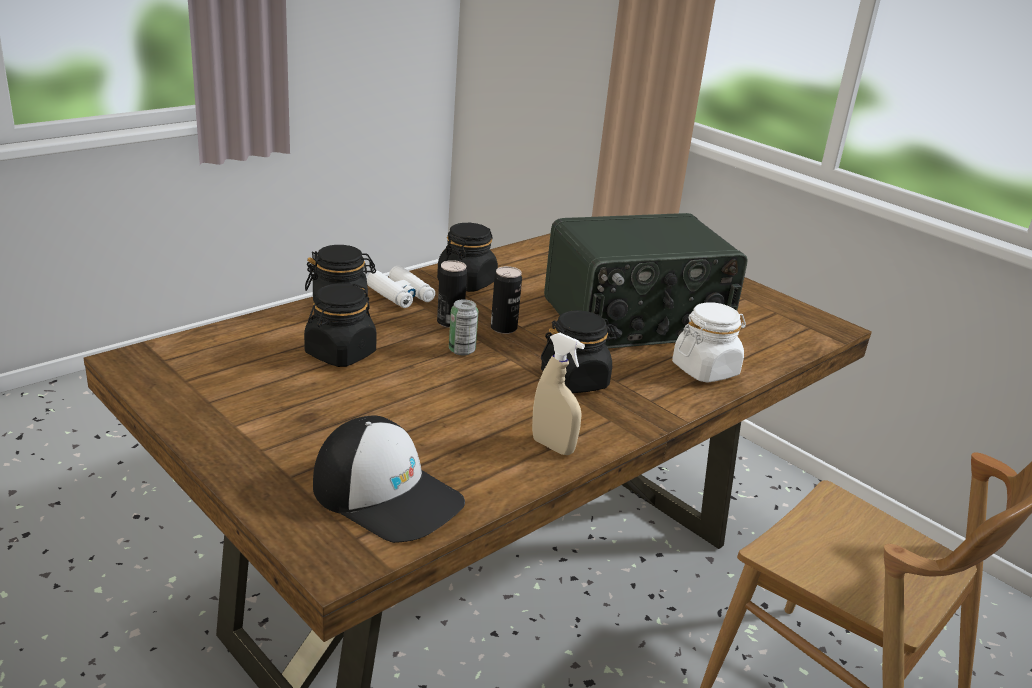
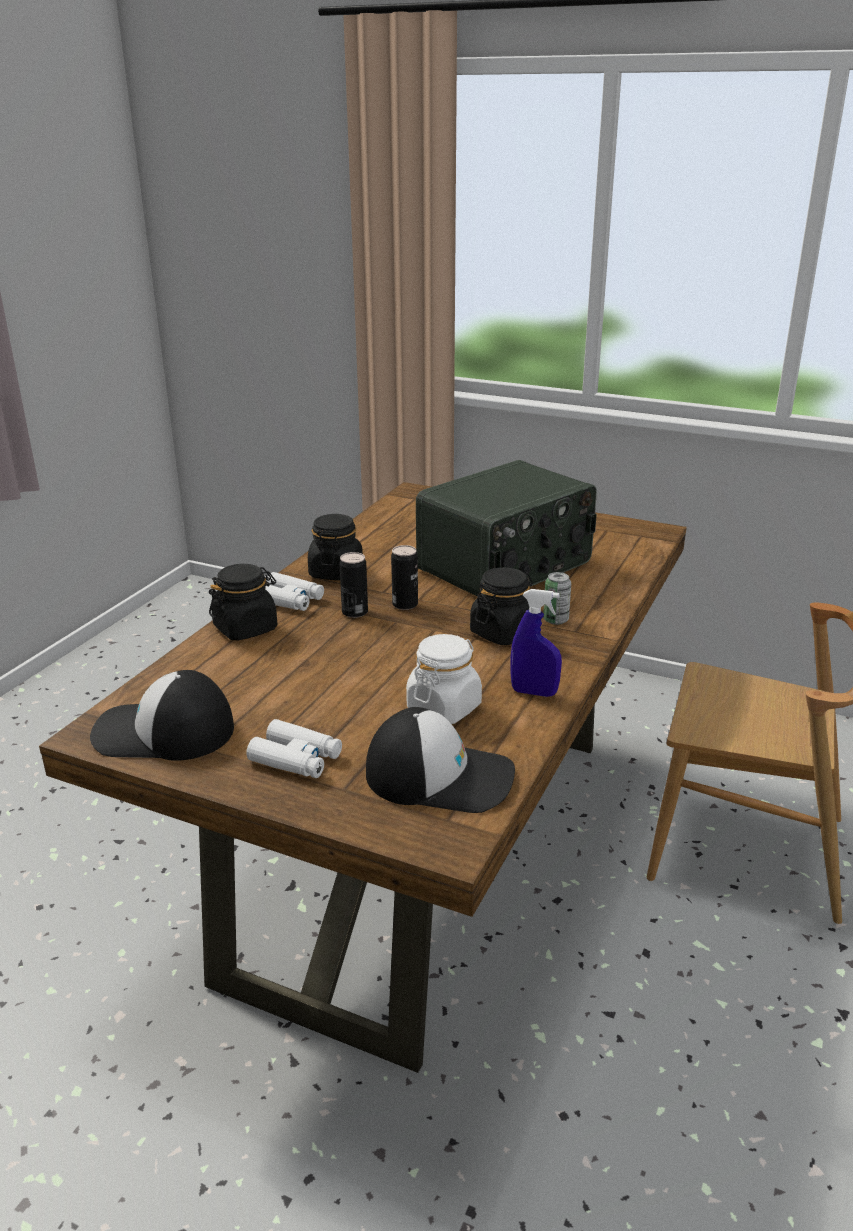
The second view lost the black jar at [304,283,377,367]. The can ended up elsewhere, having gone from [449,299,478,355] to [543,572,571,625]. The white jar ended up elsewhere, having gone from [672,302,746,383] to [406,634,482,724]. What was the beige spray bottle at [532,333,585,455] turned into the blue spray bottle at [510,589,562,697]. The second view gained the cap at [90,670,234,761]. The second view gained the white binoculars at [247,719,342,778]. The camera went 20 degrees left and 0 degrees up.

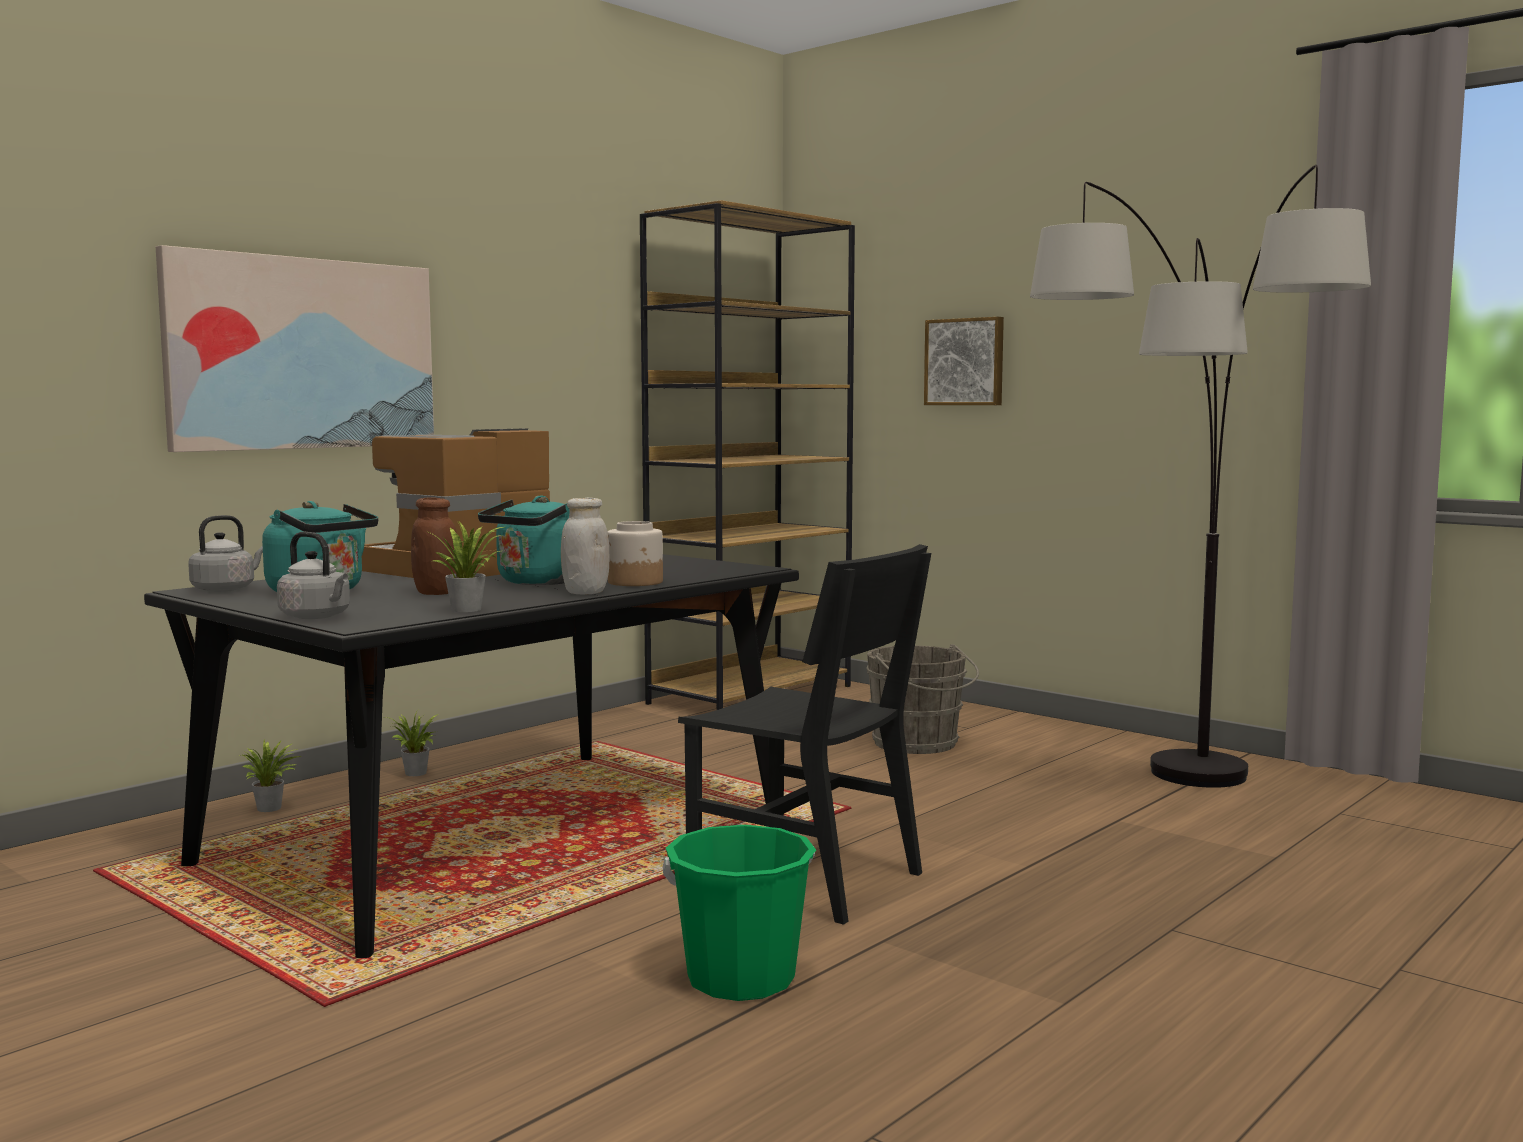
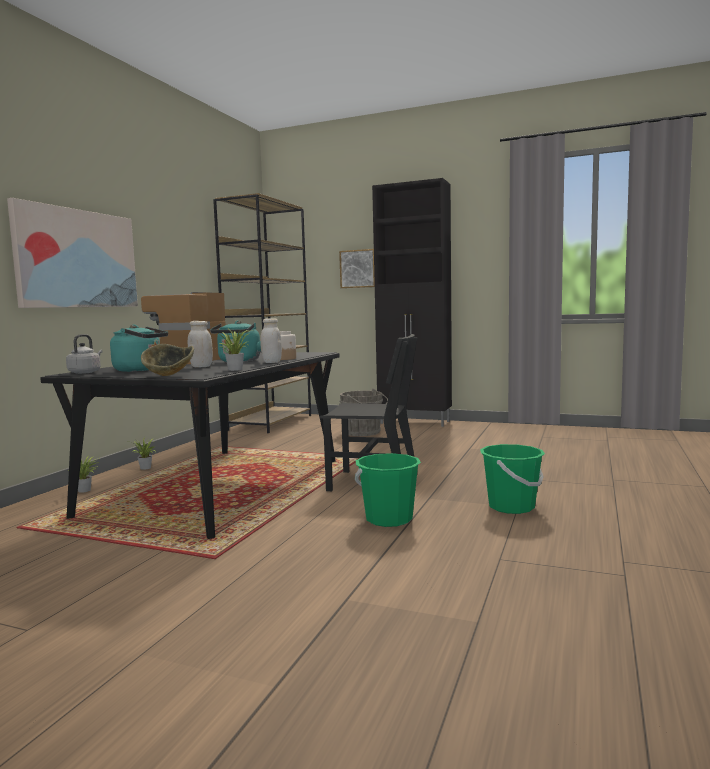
The second view lost the floor lamp at [1030,165,1371,788]. What was the brown jar at [411,497,457,595] turned into the white jar at [188,321,213,367]. Where the grey kettle stood at [277,532,350,619], the bowl came to stand at [141,344,194,376]. The second view gained the black cabinet at [372,178,452,427]. The second view gained the green bucket at [480,444,545,514]. The camera went 20 degrees left and 0 degrees up.

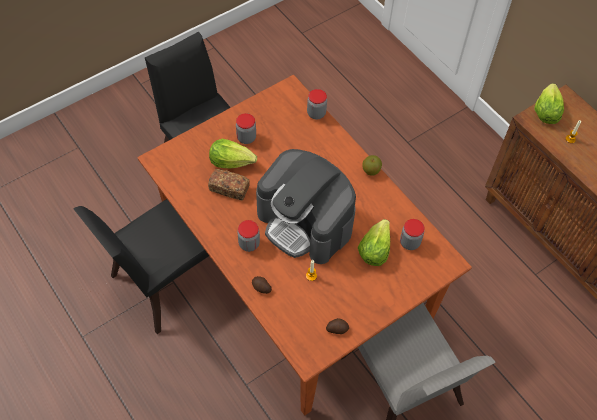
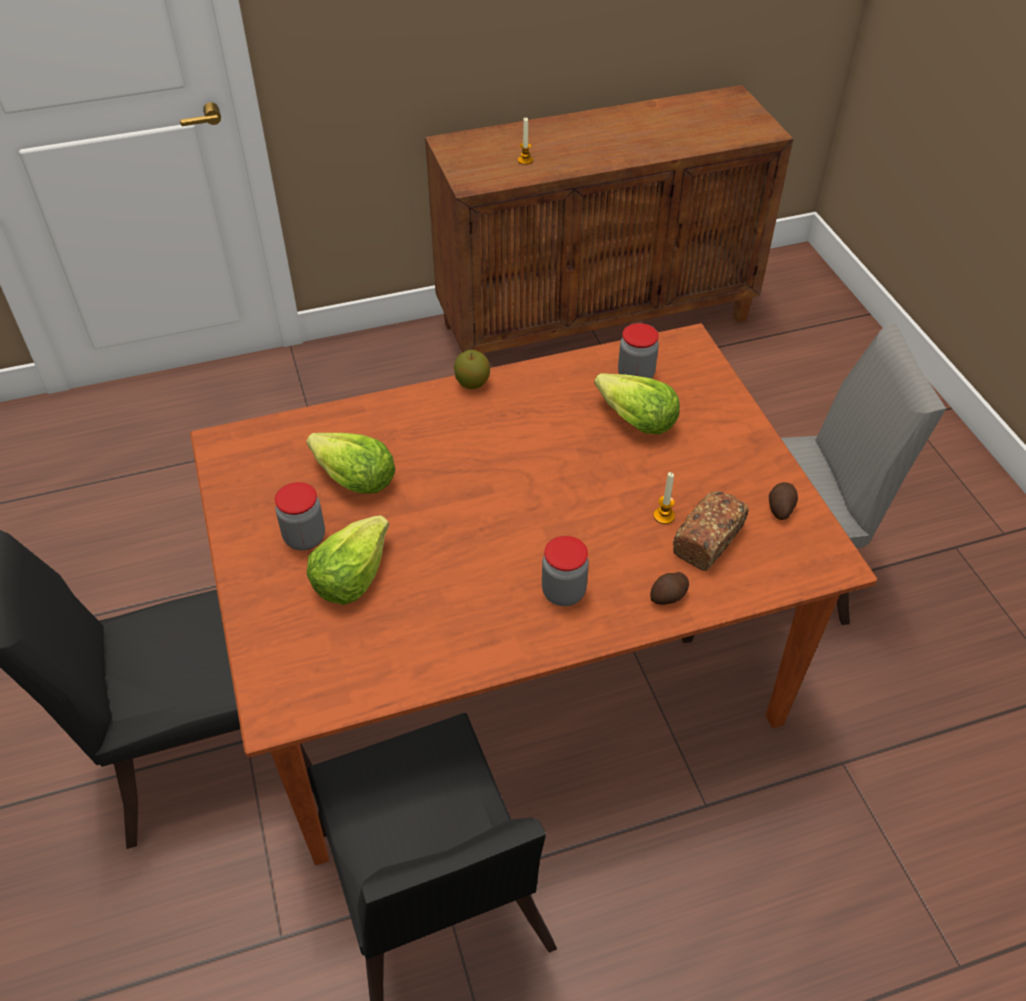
The lettuce ended up elsewhere, having gone from [534,83,564,124] to [306,433,395,494]. The second view lost the jar at [307,89,327,119]. The second view lost the coffee machine at [256,149,356,264]. The bread ended up elsewhere, having gone from [208,169,250,200] to [673,491,749,571]. The camera went 70 degrees left and 10 degrees down.

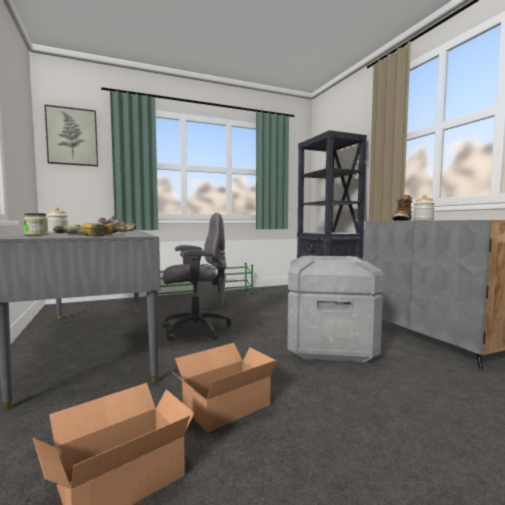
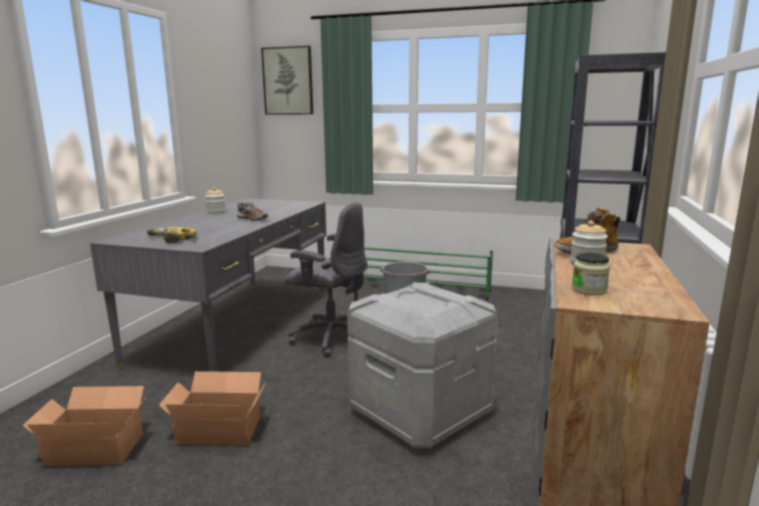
The jar ended up elsewhere, having gone from [24,213,48,235] to [572,252,610,295]. The camera went 40 degrees right and 10 degrees up.

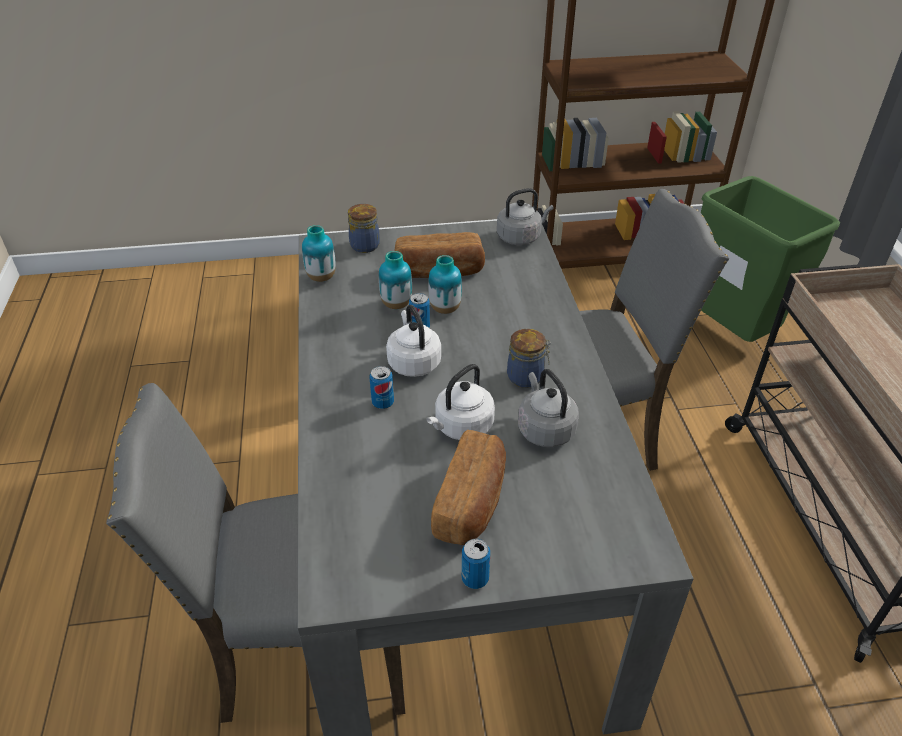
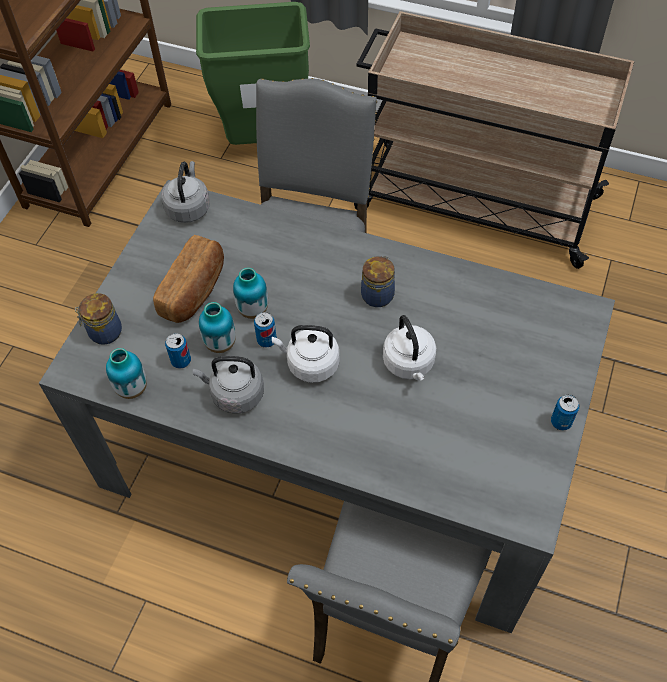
The can ended up elsewhere, having gone from [369,366,394,409] to [165,333,191,369]. The grey kettle ended up elsewhere, having gone from [518,369,579,447] to [193,356,264,414]. The second view lost the bread at [431,430,506,545]. The camera went 60 degrees left and 15 degrees up.

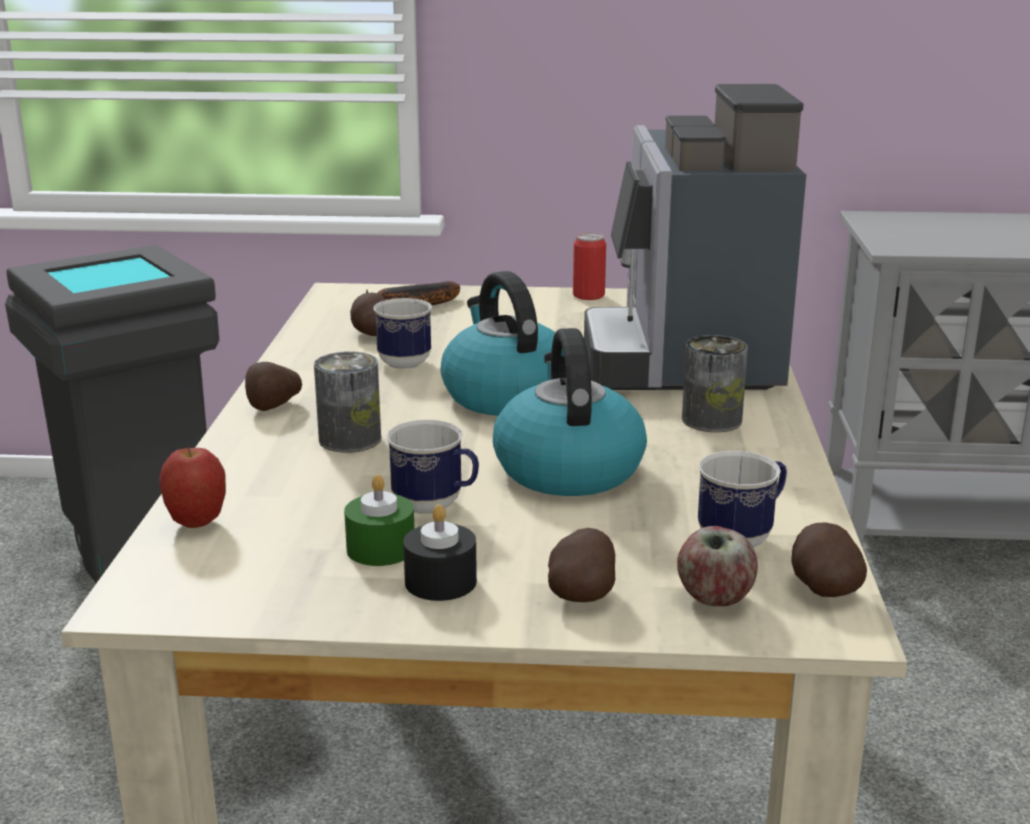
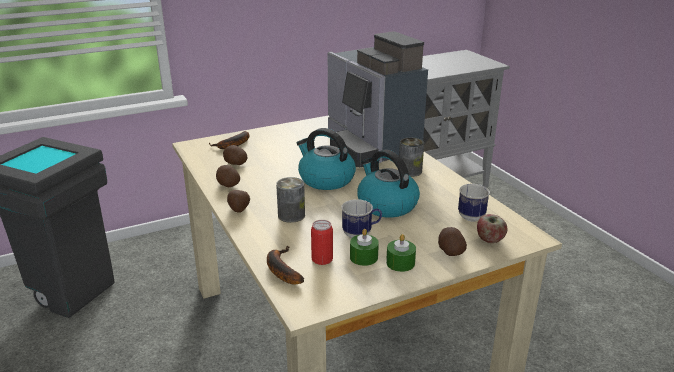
The can ended up elsewhere, having gone from [573,233,606,300] to [311,220,333,265]. The second view lost the mug at [373,298,432,369]. Where the apple stood at [159,445,226,528], the banana came to stand at [267,246,304,285]. What was the black candle at [403,504,477,601] turned into the green candle at [386,234,416,272]. The potato ended up elsewhere, having gone from [792,522,867,597] to [216,165,240,187]. The camera went 30 degrees left and 5 degrees up.

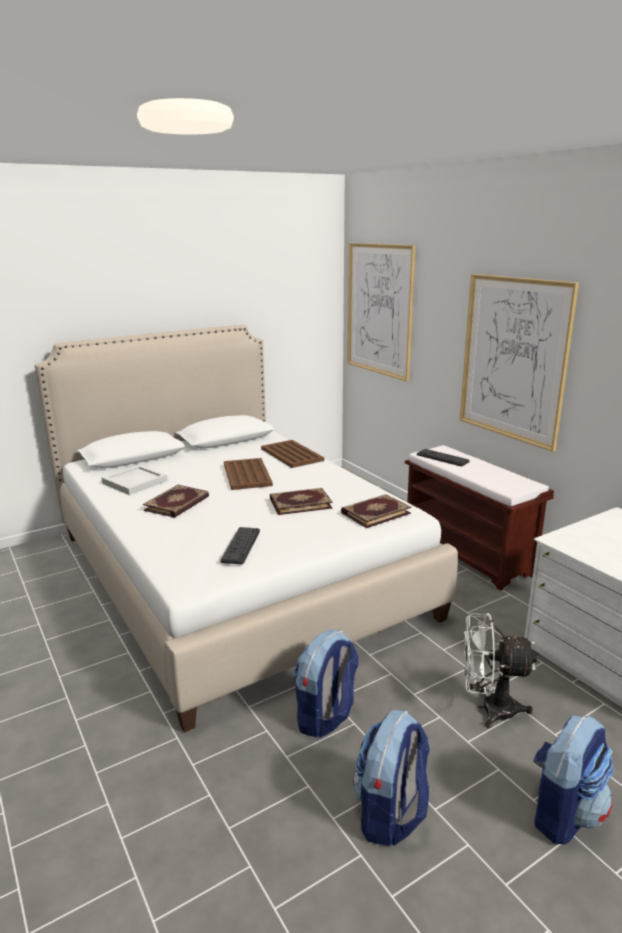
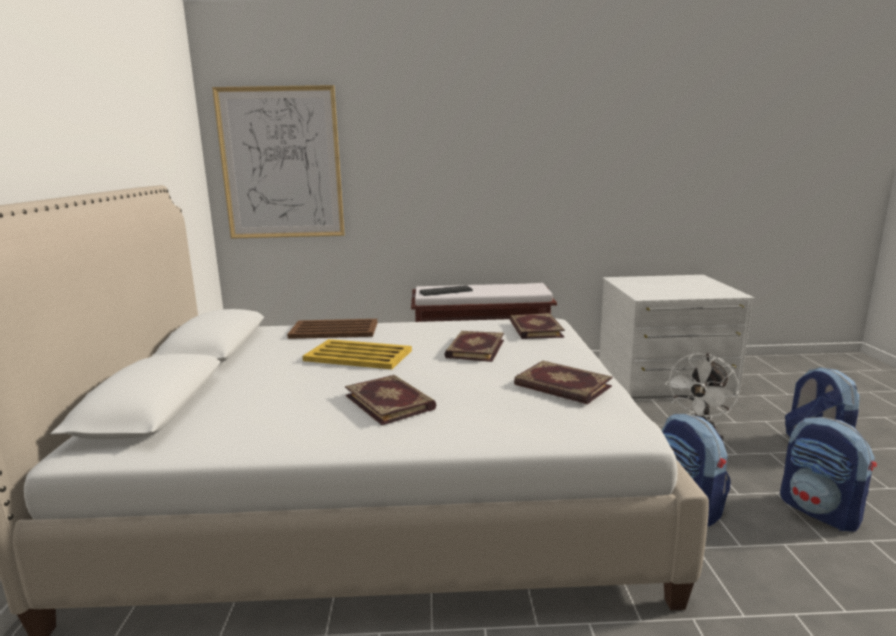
The second view lost the picture at [460,274,579,452]. What was the brown tray at [224,458,273,490] turned into the yellow tray at [302,339,412,370]. The second view lost the white tray at [101,465,168,495]. Where the keyboard stood at [220,527,260,564], the book came to stand at [514,361,613,404]. The camera went 60 degrees left and 5 degrees down.

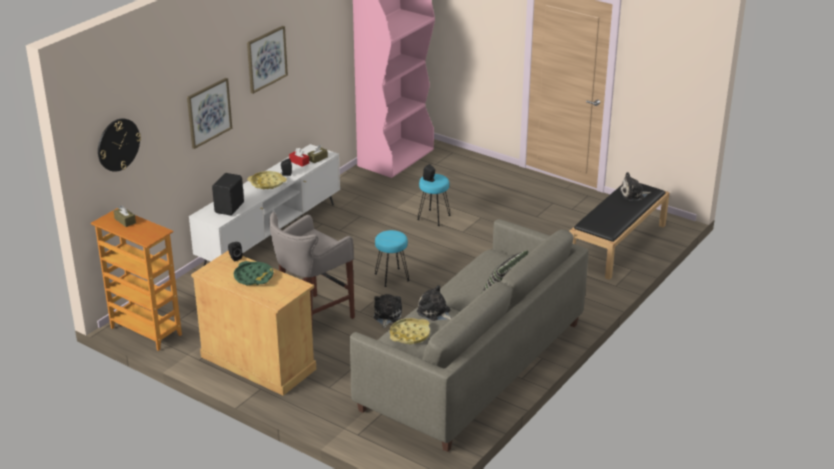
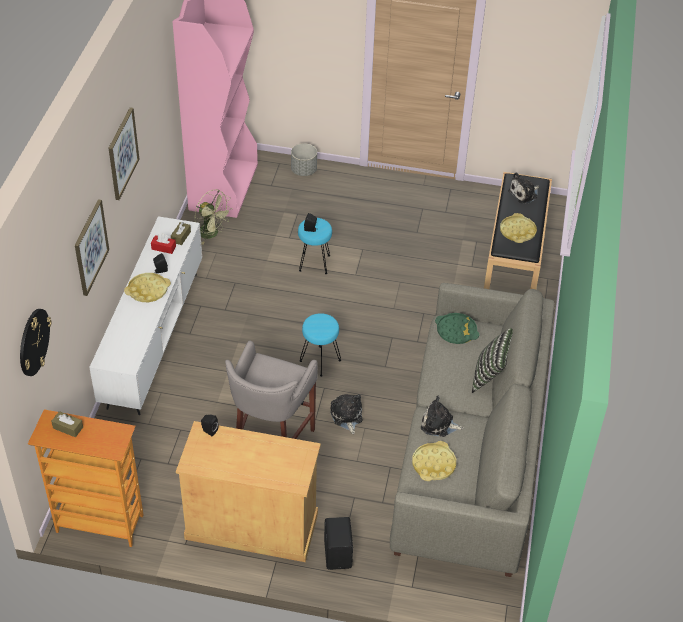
The black speaker ended up elsewhere, having gone from [212,173,244,215] to [324,517,353,570]. The green tray ended up elsewhere, having gone from [234,261,273,285] to [435,313,479,344]. The second view gained the grey planter at [291,143,317,176]. The second view gained the green fan at [195,189,231,245]. The second view gained the yellow tray at [500,213,537,243]. The camera went 25 degrees left and 15 degrees up.

